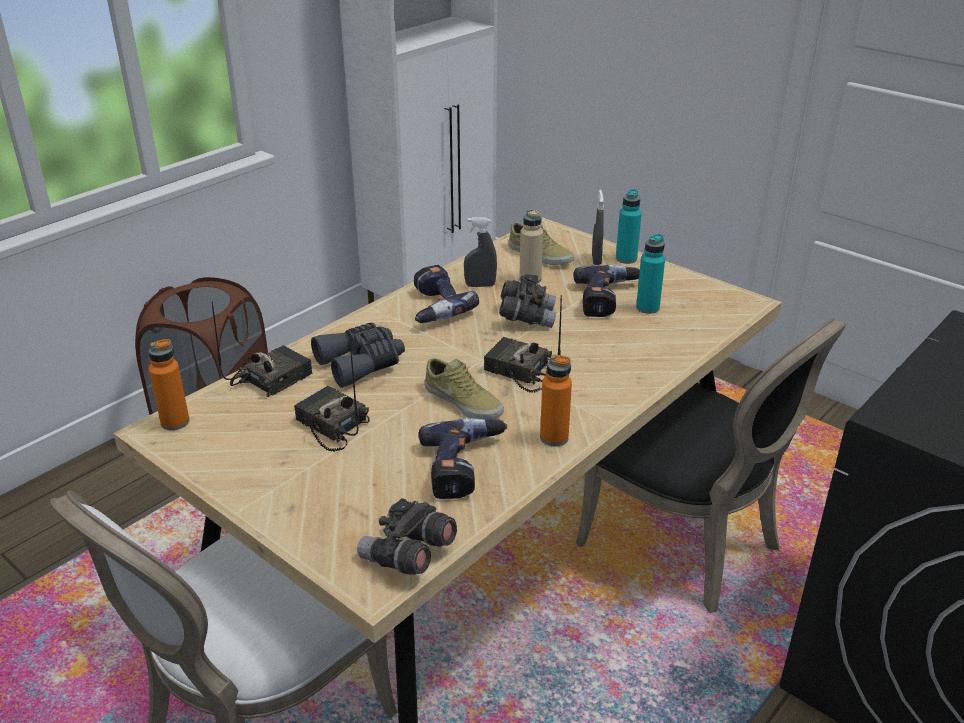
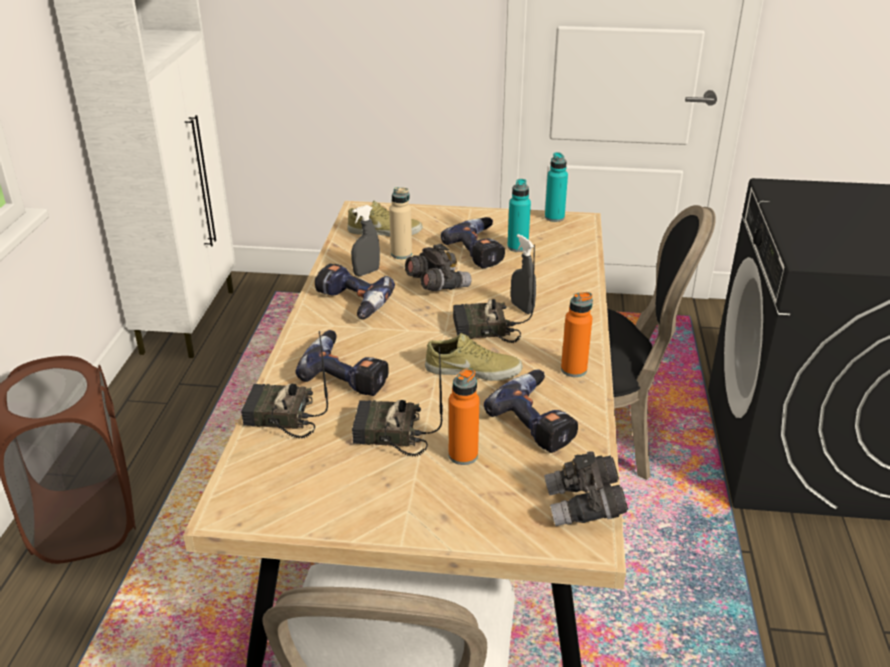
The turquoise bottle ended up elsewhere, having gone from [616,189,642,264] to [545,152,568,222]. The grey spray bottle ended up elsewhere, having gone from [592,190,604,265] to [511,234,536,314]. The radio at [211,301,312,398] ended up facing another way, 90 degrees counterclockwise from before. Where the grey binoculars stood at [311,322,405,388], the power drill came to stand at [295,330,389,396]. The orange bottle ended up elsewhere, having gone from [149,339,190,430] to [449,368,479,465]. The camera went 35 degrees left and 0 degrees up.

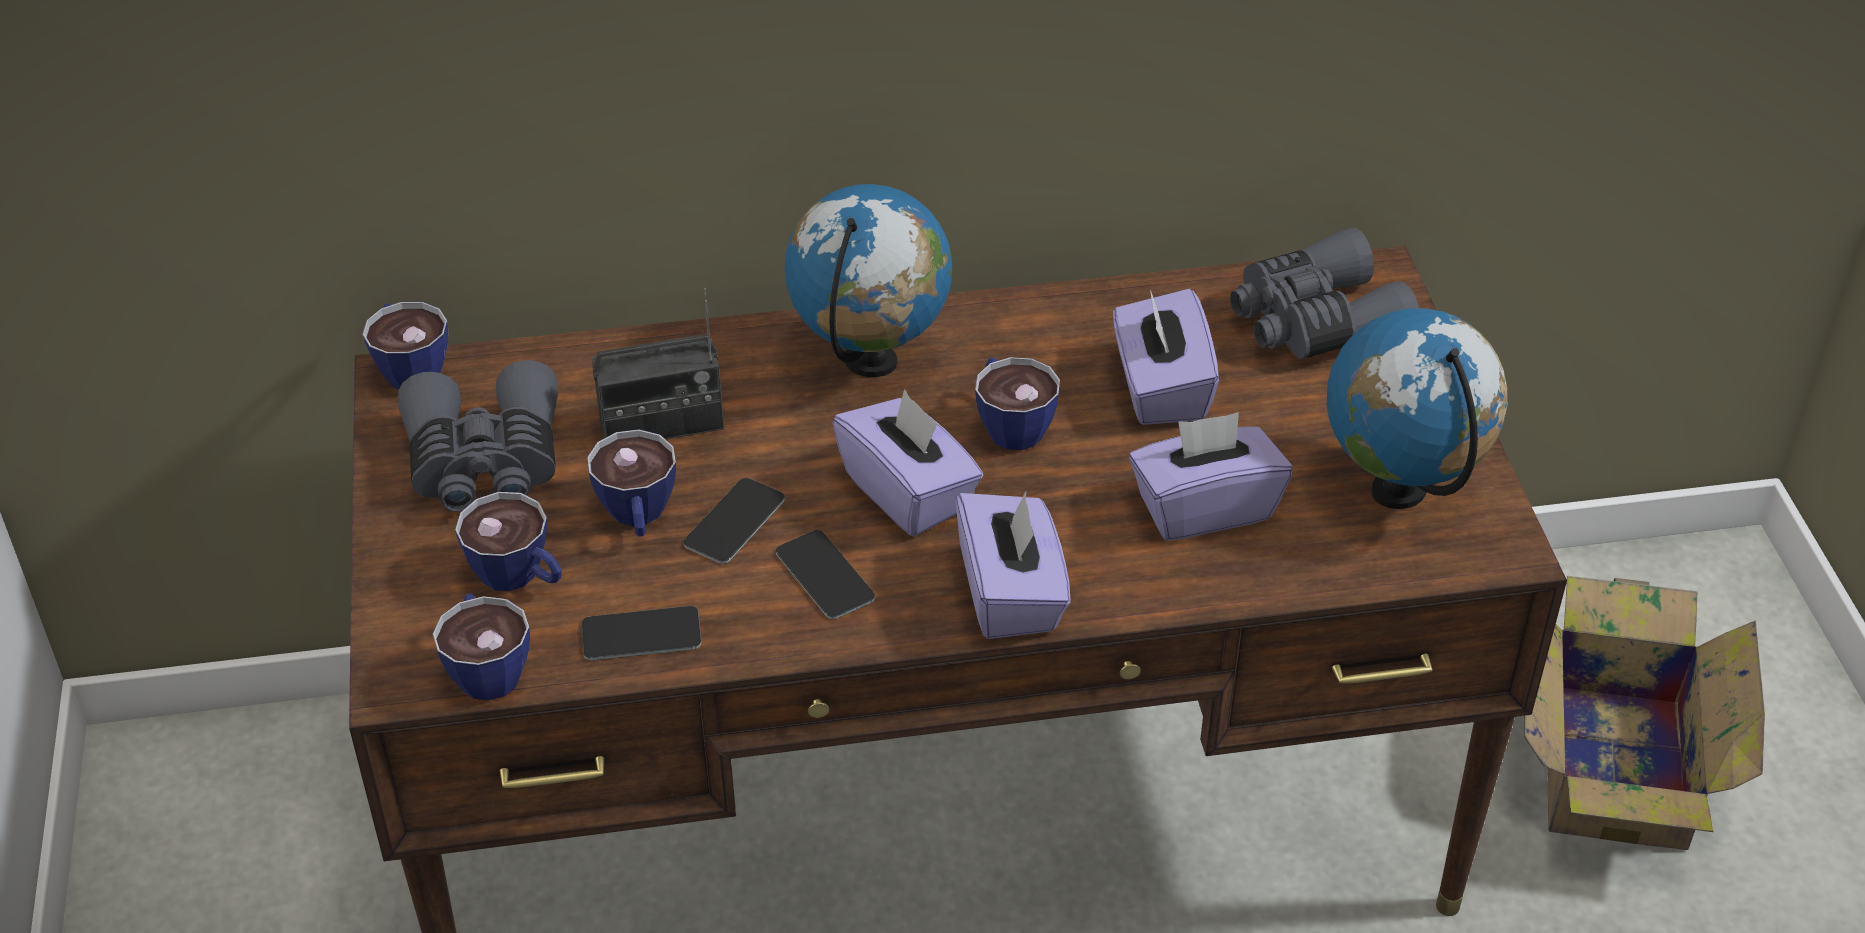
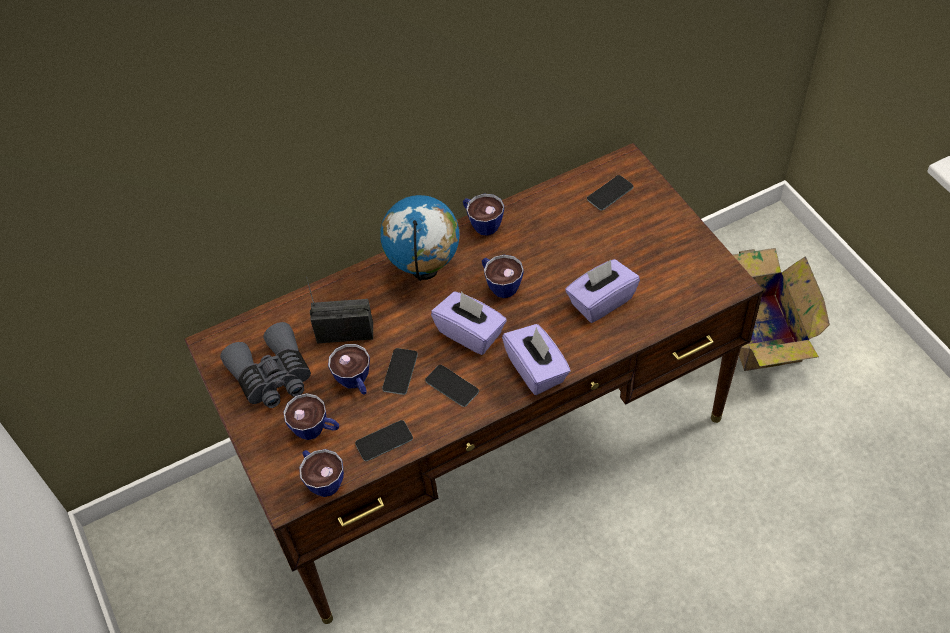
Where the grey binoculars stood at [1230,228,1419,359], the phone came to stand at [587,175,634,211]. The radio at [592,288,724,439] ended up facing another way, 150 degrees counterclockwise from before. The second view lost the purple tissue box at [1113,289,1219,425]. The cup ended up elsewhere, having gone from [362,302,448,390] to [463,194,504,236]. The second view lost the globe at [1327,308,1508,509]. The camera went 15 degrees left and 10 degrees up.

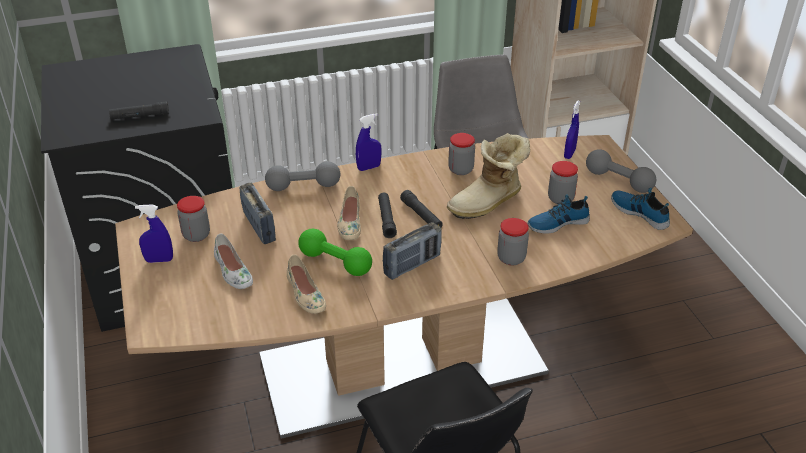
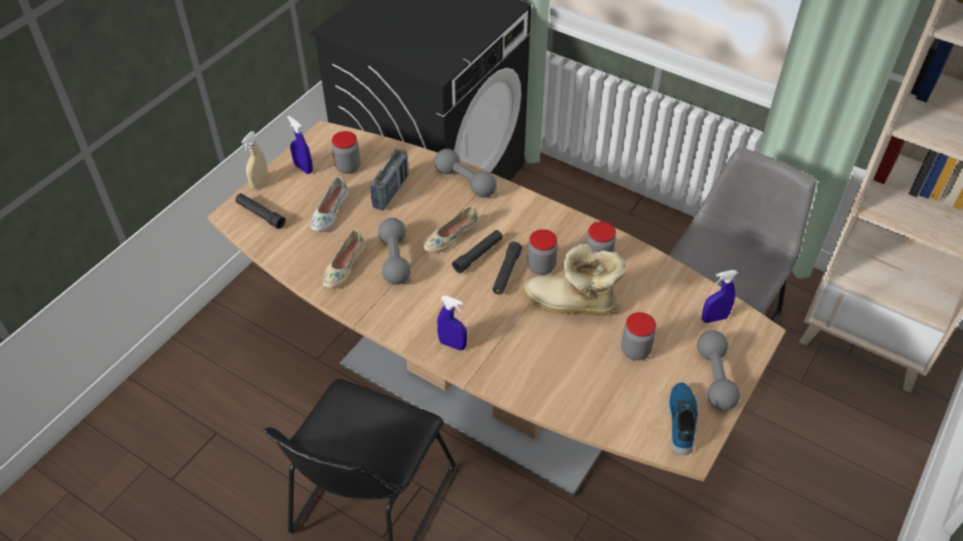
The black flashlight ended up elsewhere, having gone from [109,101,169,120] to [235,193,286,229]. The blue spray bottle ended up elsewhere, having gone from [356,113,382,171] to [437,296,467,351]. The second view lost the shoe at [527,194,590,234]. The jar ended up elsewhere, having gone from [497,218,529,265] to [527,229,558,275]. The second view lost the radio at [383,222,441,280]. What was the green dumbbell at [298,229,372,276] turned into the grey dumbbell at [378,218,411,285]. The second view gained the beige spray bottle at [241,131,268,189]. The camera went 50 degrees right and 10 degrees up.

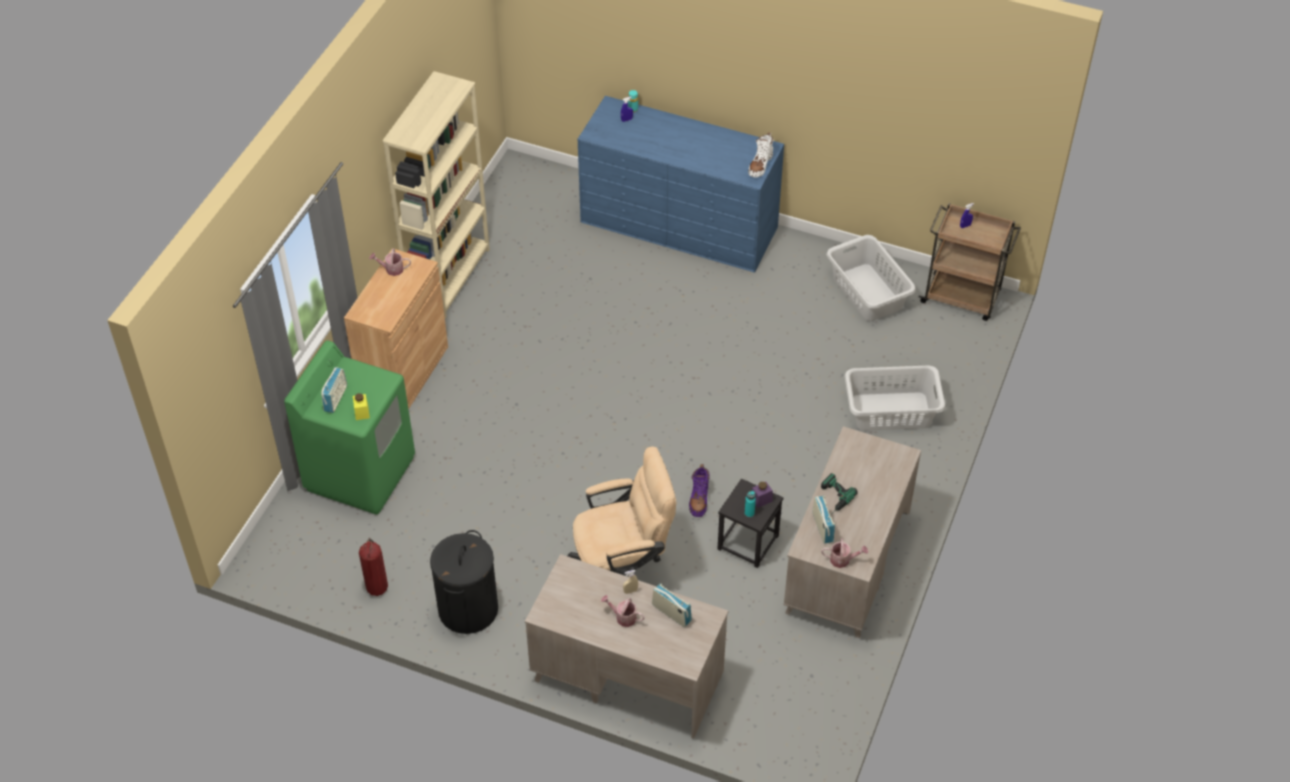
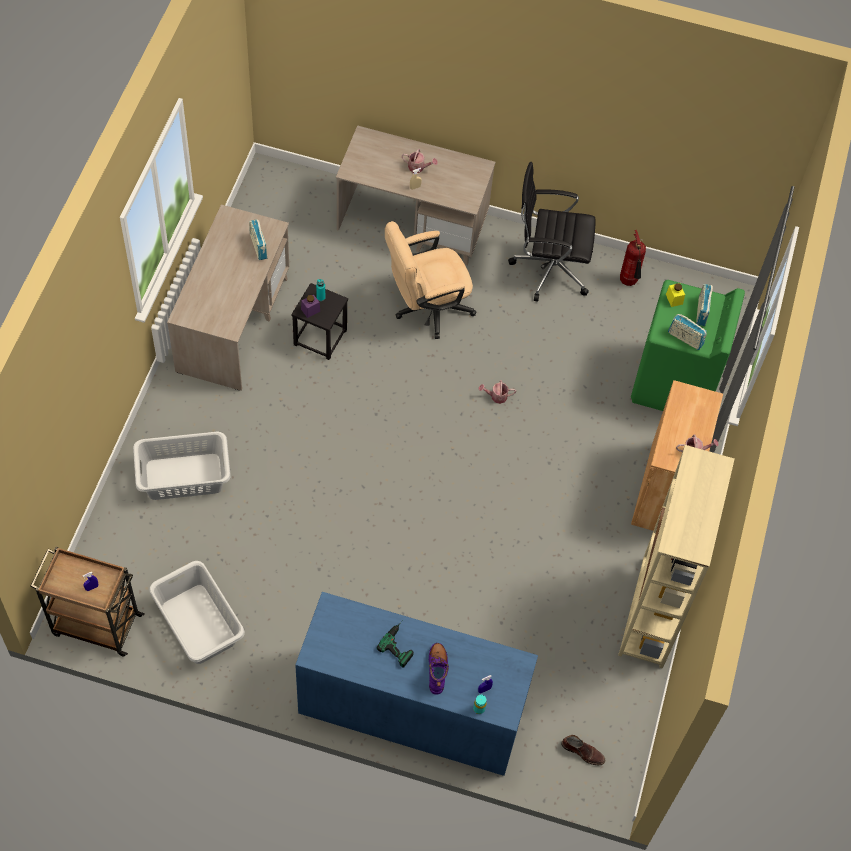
The second view lost the white boot at [748,133,773,177]. The purple boot ended up elsewhere, having gone from [689,464,710,517] to [429,643,449,695]. The power drill ended up elsewhere, having gone from [821,473,858,511] to [377,621,414,667]. Where the black laundry basket stood at [430,530,498,634], the black office chair came to stand at [508,162,596,302]. The watering can ended up elsewhere, having gone from [822,539,868,568] to [479,380,516,404]. The radio ended up elsewhere, having gone from [652,583,692,627] to [668,314,707,350]. The second view gained the brown boot at [561,735,605,765]. The camera went 170 degrees right and 10 degrees up.

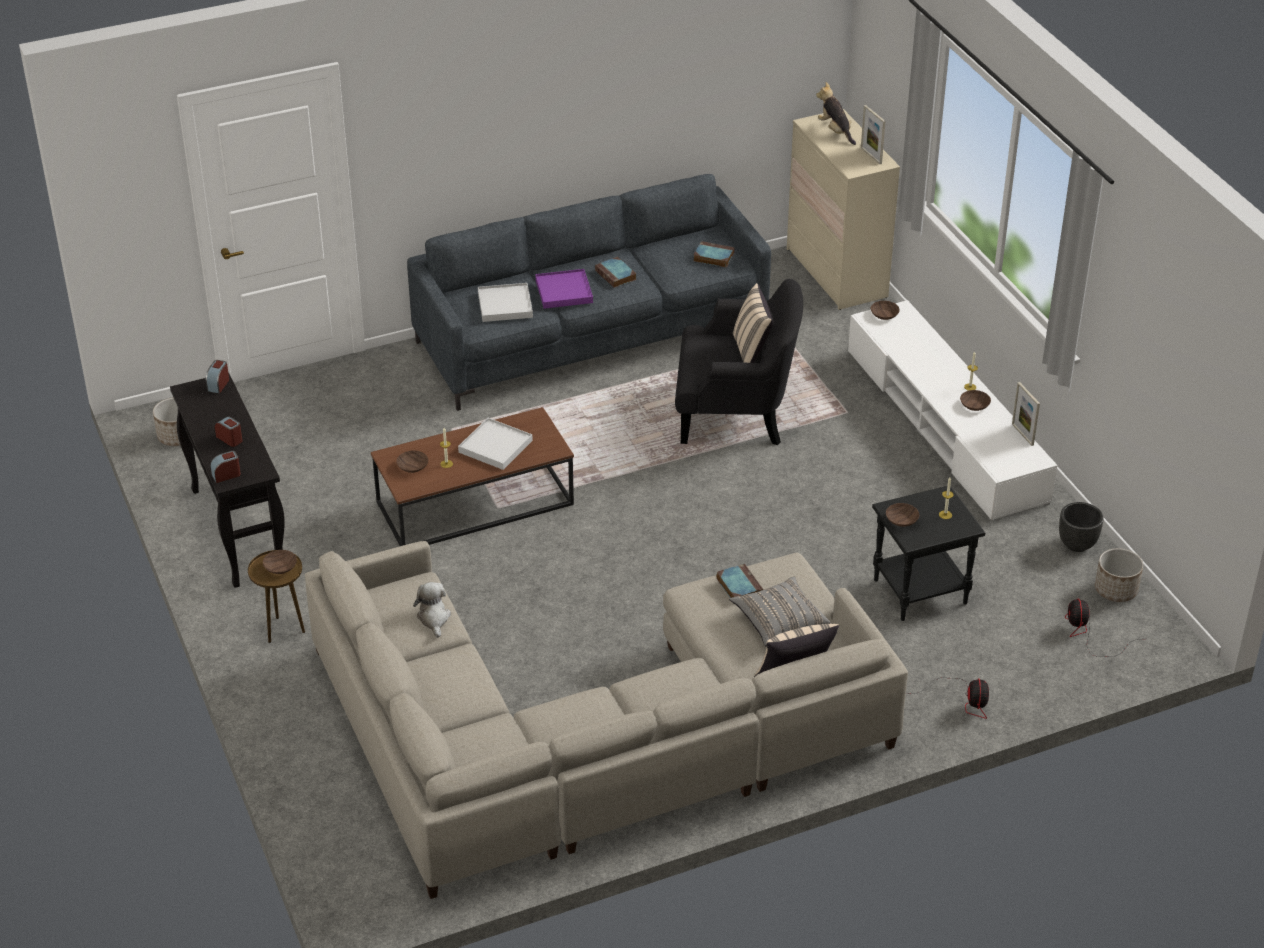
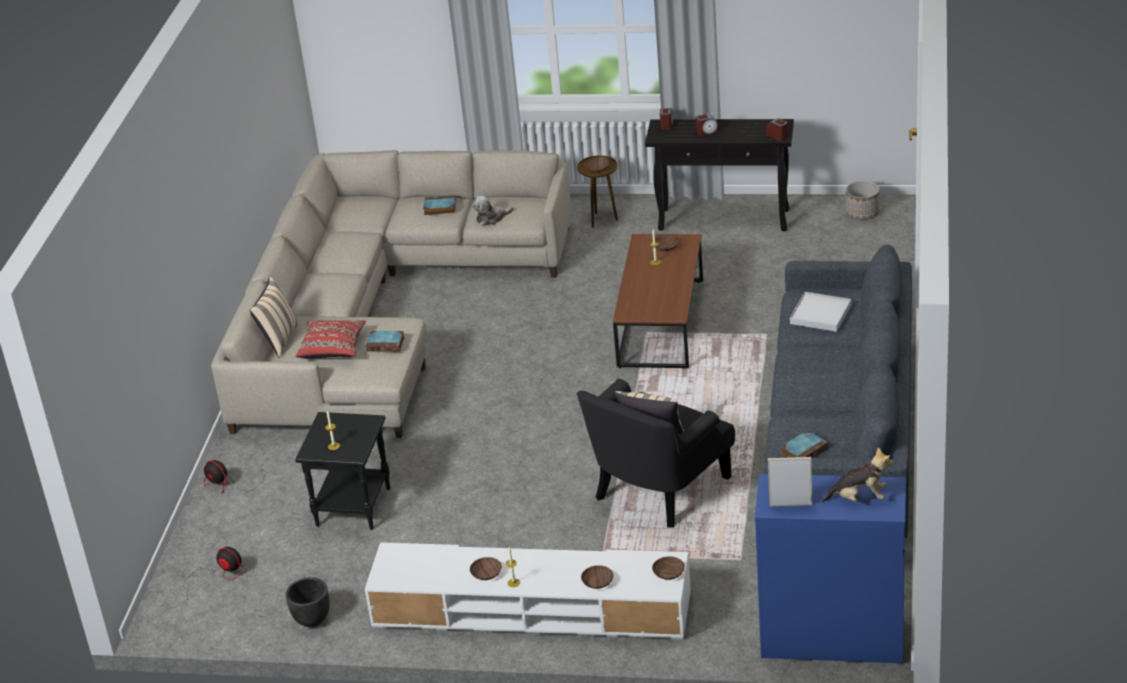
What was the beige dresser at [787,109,900,310] turned into the blue dresser at [755,474,906,664]. The book ended up elsewhere, having gone from [595,257,636,288] to [423,195,456,215]. The second view lost the purple tray at [535,269,593,309]. The second view lost the picture frame at [1012,382,1040,446]. The second view lost the white tray at [458,418,533,470]. The brown bowl ended up elsewhere, having gone from [886,503,919,527] to [581,565,614,589]. The second view lost the planter at [1095,548,1143,602]. What was the grey pillow at [729,577,831,646] turned into the red pillow at [296,320,366,359]. The plush toy at [413,582,451,638] ended up facing another way, 135 degrees clockwise from before. The camera went 125 degrees right and 5 degrees down.

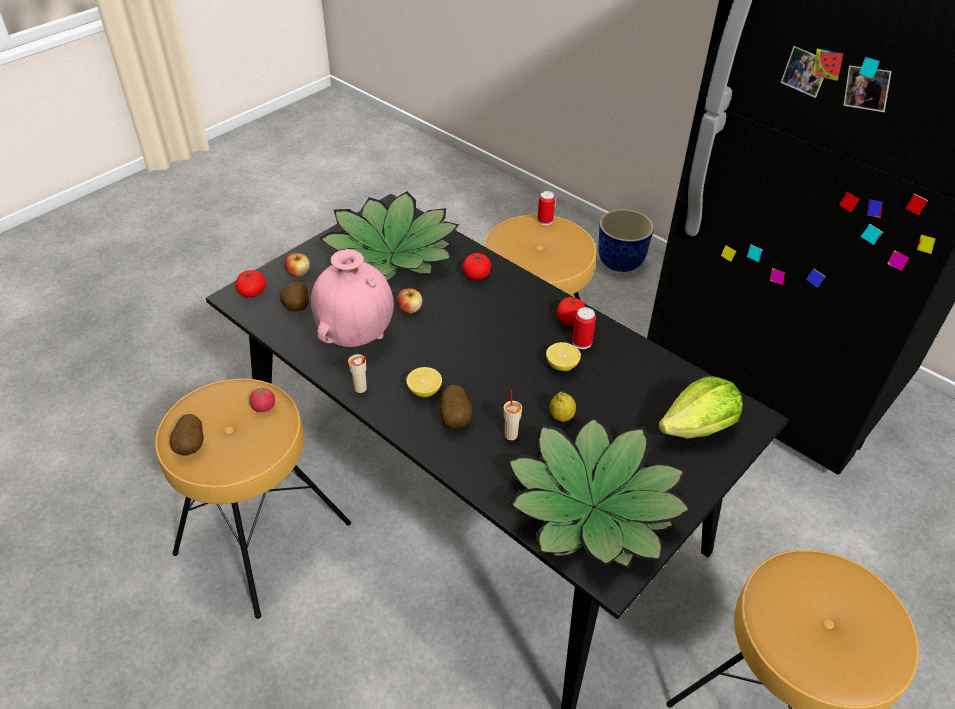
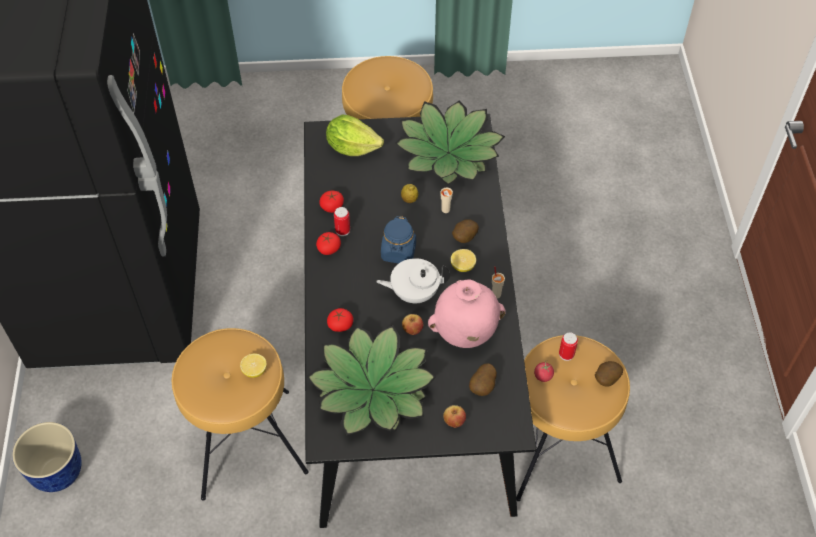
The can ended up elsewhere, having gone from [538,191,555,225] to [559,332,578,361]. The tomato ended up elsewhere, having gone from [235,270,266,298] to [320,191,344,213]. The lemon ended up elsewhere, having gone from [546,342,581,371] to [240,354,267,378]. The second view gained the blue jar at [381,216,416,263]. The second view gained the white teapot at [376,258,450,303]. The camera went 135 degrees left and 10 degrees up.

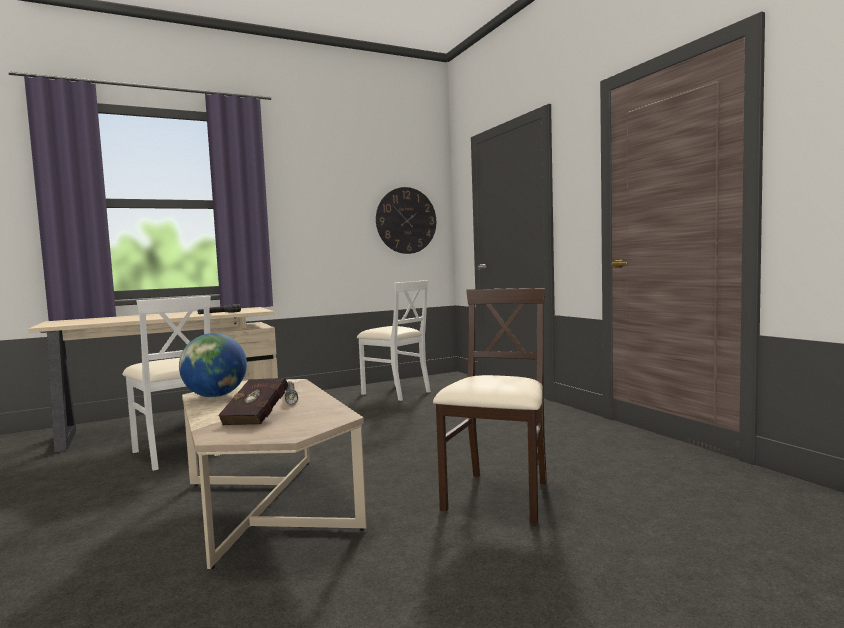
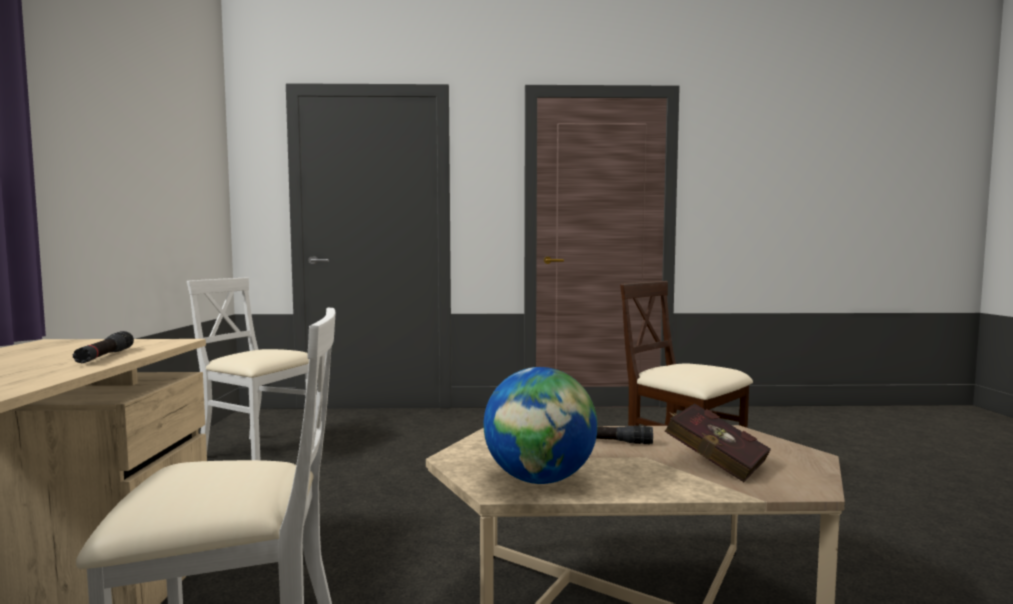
The second view lost the wall clock at [376,187,436,254]. The white chair at [357,280,431,401] ended up facing another way, 135 degrees counterclockwise from before. The camera went 65 degrees left and 0 degrees up.

